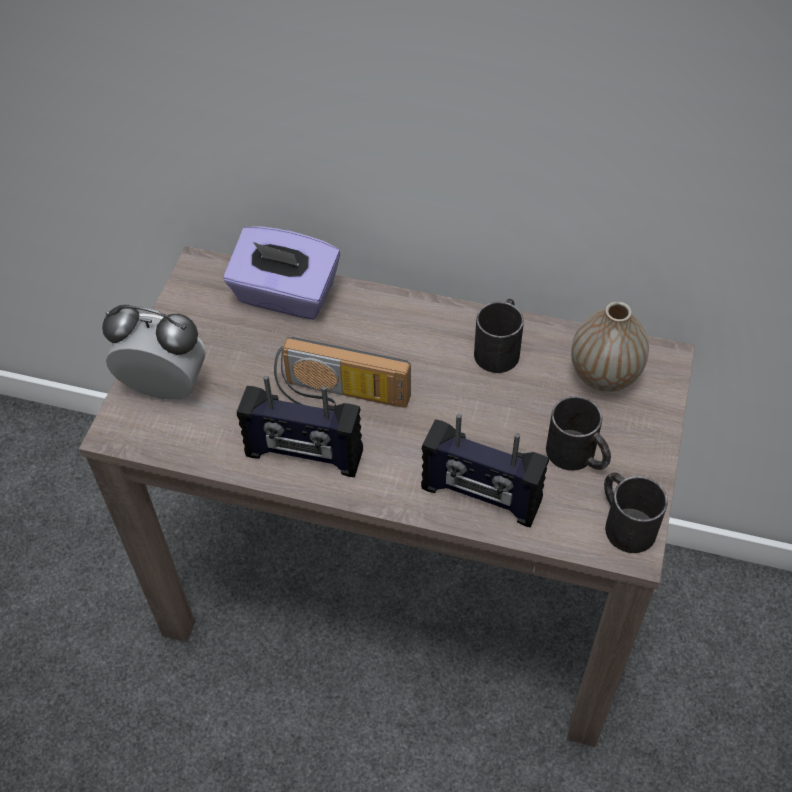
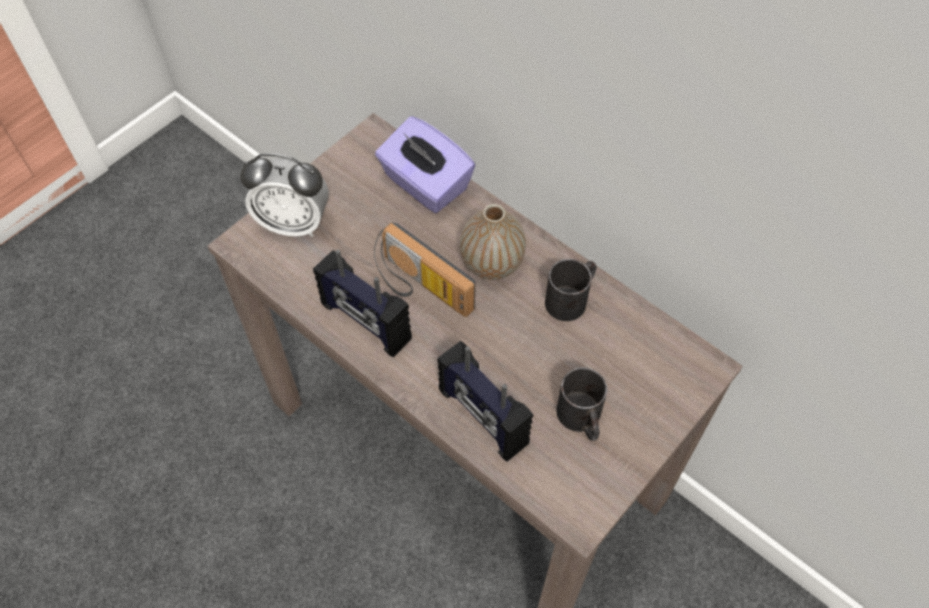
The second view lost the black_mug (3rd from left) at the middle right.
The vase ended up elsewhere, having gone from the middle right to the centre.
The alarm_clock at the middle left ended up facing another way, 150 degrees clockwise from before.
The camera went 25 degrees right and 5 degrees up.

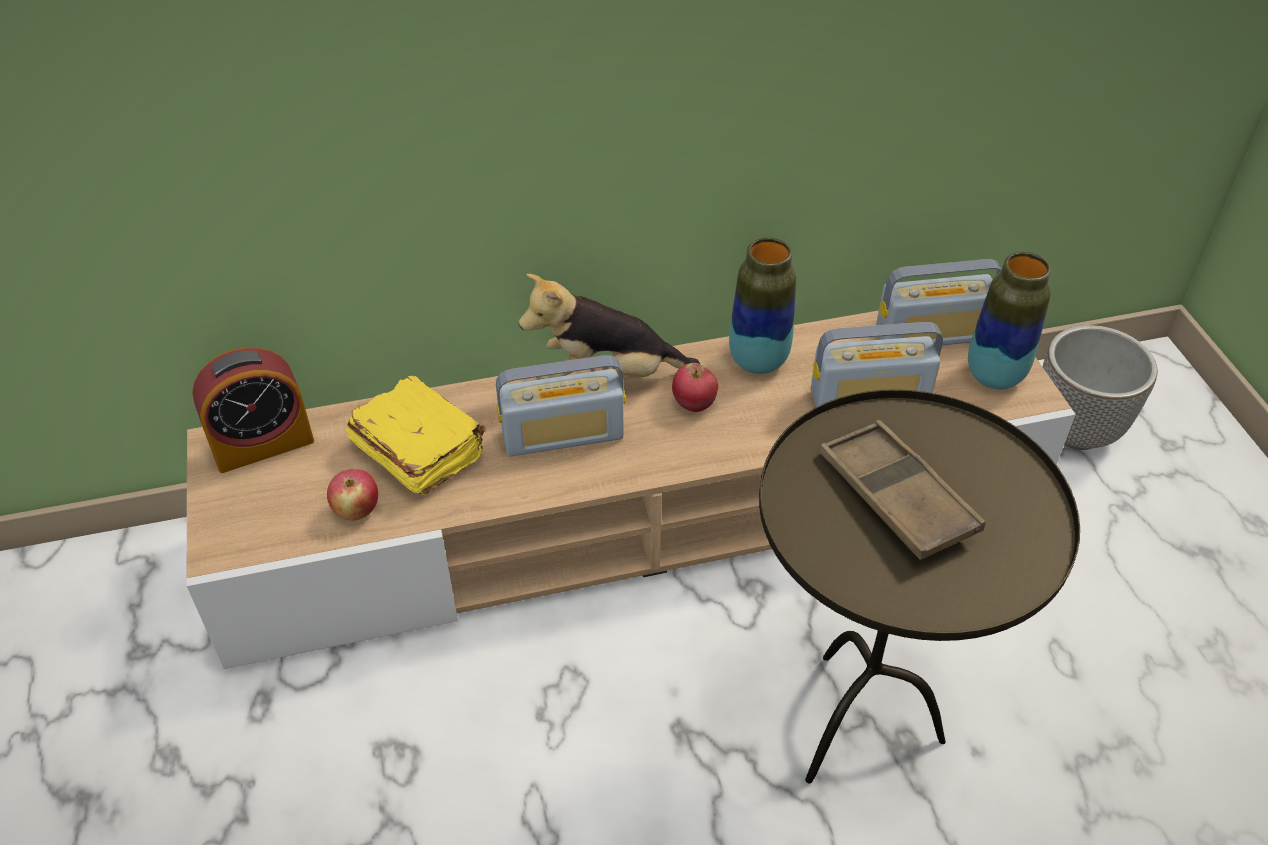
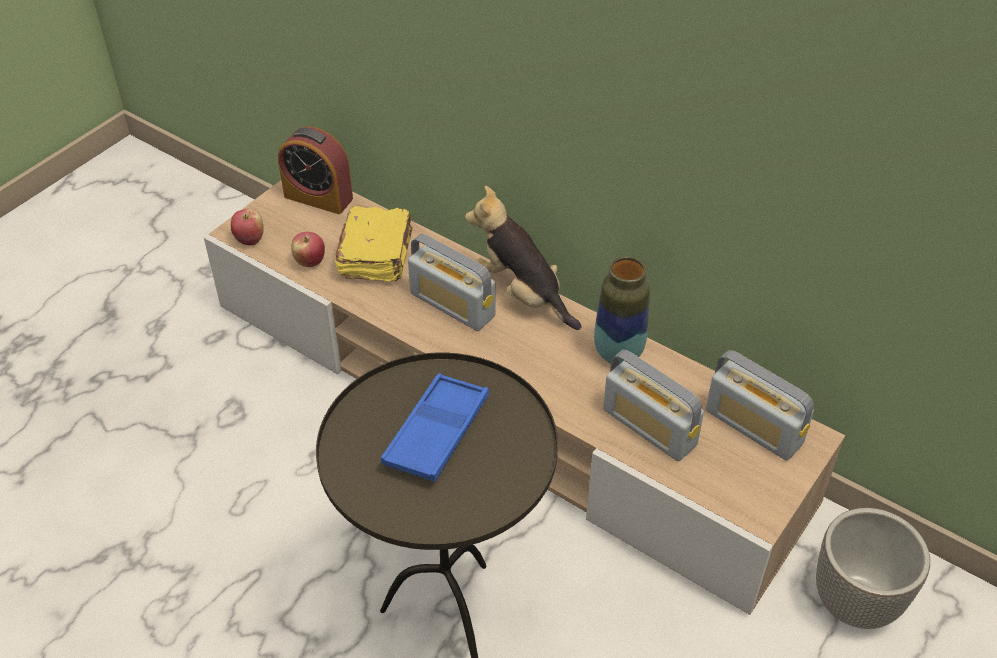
The second view lost the vase (2nd from left) at the middle right.
The apple (2nd from left in the first image) ended up elsewhere, having gone from the centre to the middle left.
What was the brown_tray at the middle right turned into the blue_tray at the centre.
The camera went 50 degrees right and 0 degrees up.

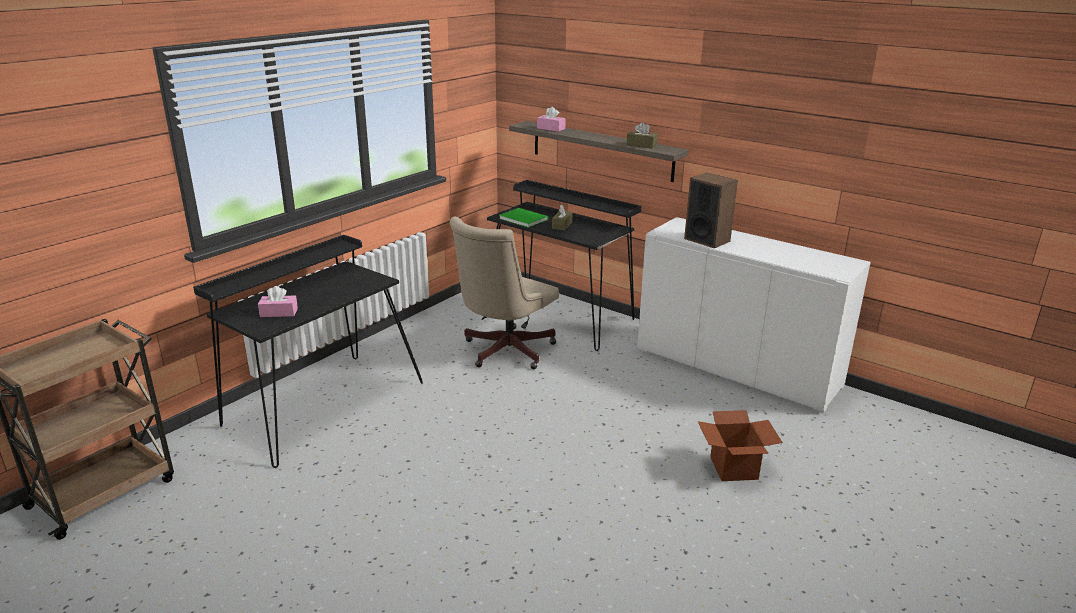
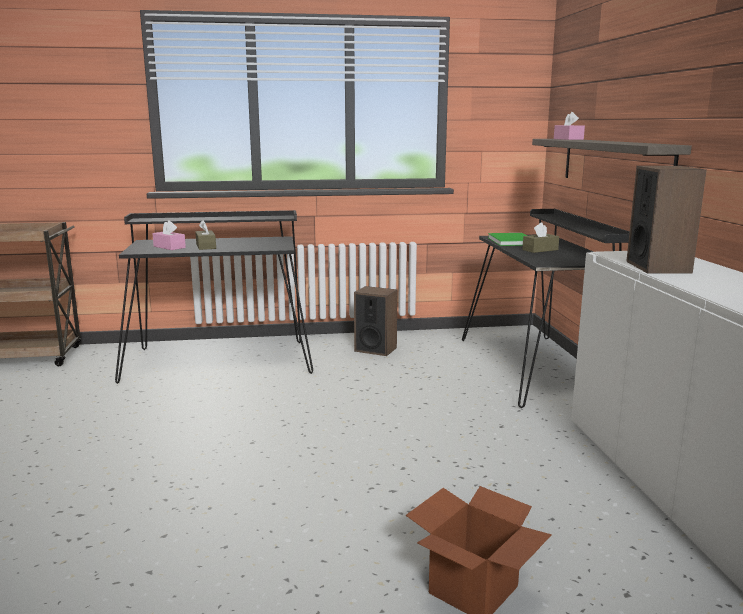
The second view lost the beige_office_chair at the centre.
The second view gained the speaker (1st from left) at the centre.
The brown_tissue_box (2nd from left in the first image) ended up elsewhere, having gone from the top centre to the middle left.
The camera went 45 degrees right and 10 degrees down.

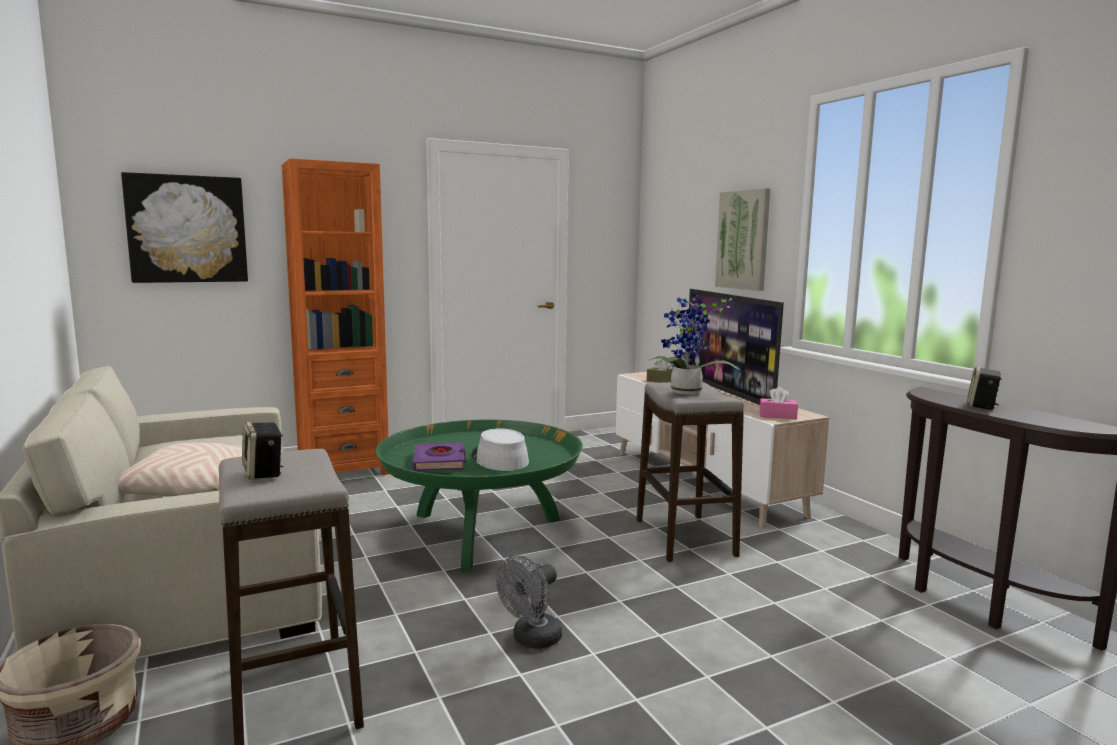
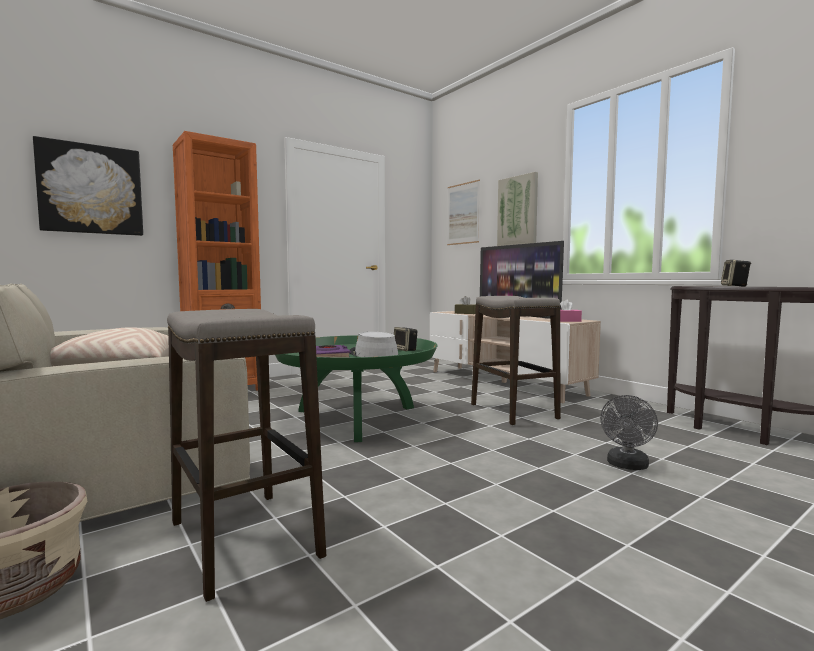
The second view lost the potted_plant at the centre.
The second view gained the picture (2nd from left) at the top centre.
The speaker (1st from left) ended up elsewhere, having gone from the middle left to the centre.
The grey_fan ended up elsewhere, having gone from the bottom centre to the middle right.
The camera went 10 degrees left and 5 degrees down.

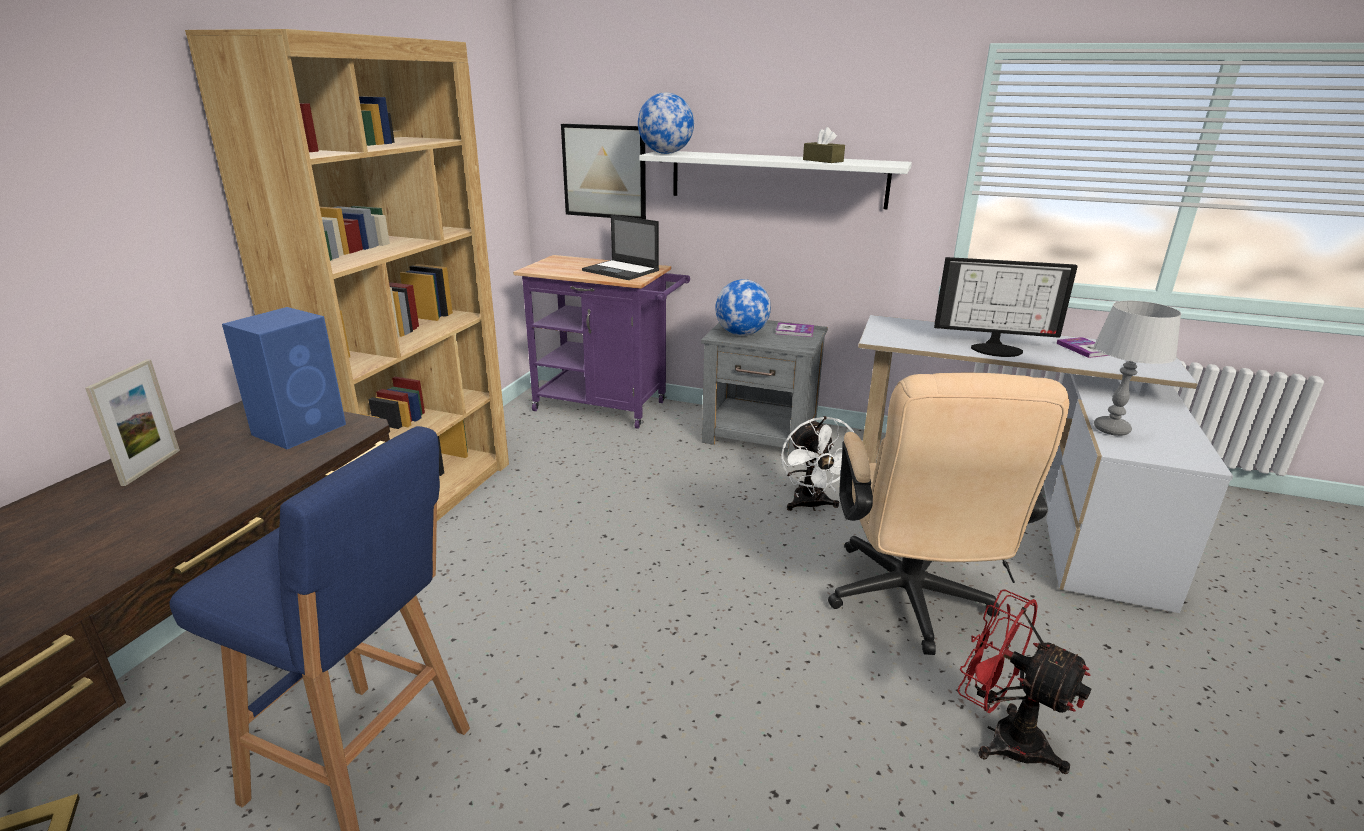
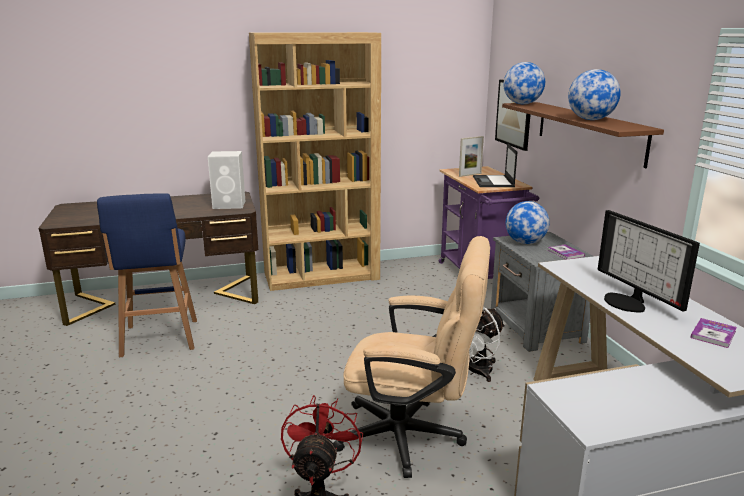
The second view lost the grey_table_lamp at the middle right.
The picture_frame ended up elsewhere, having gone from the middle left to the top centre.
Where the brown_tissue_box stood at the top centre, the globe (3rd from left) came to stand at the top right.
What was the blue_speaker at the middle left turned into the white_speaker at the middle left.
What was the white_shelf at the top centre turned into the brown_shelf at the top right.
The beige_office_chair at the middle right ended up facing another way, 135 degrees counterclockwise from before.
The camera went 55 degrees right and 5 degrees down.

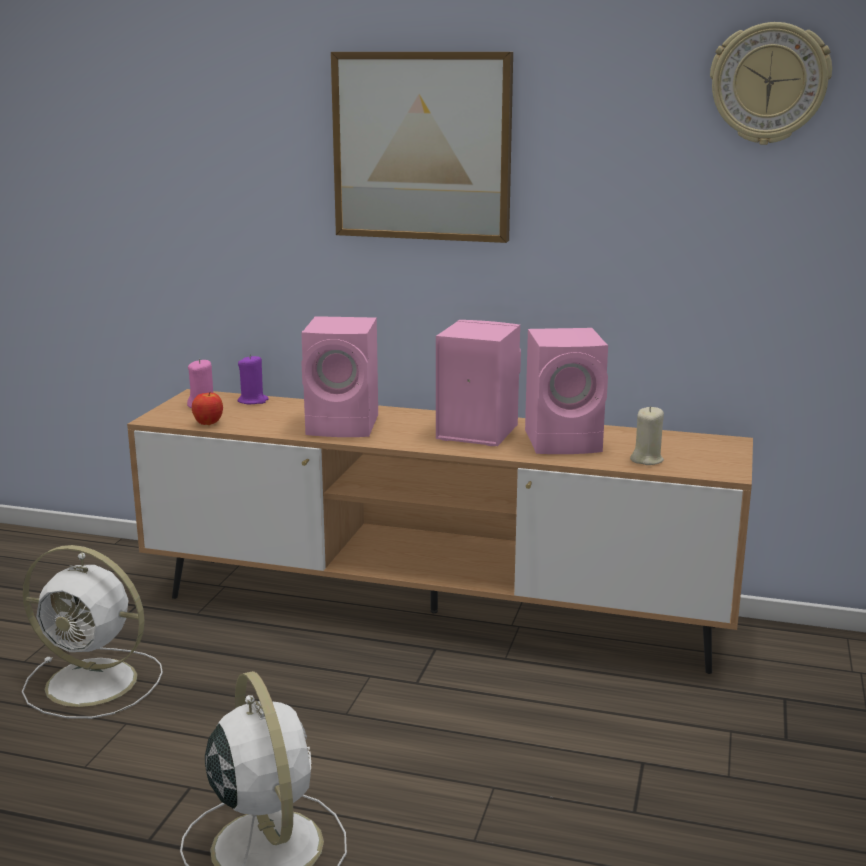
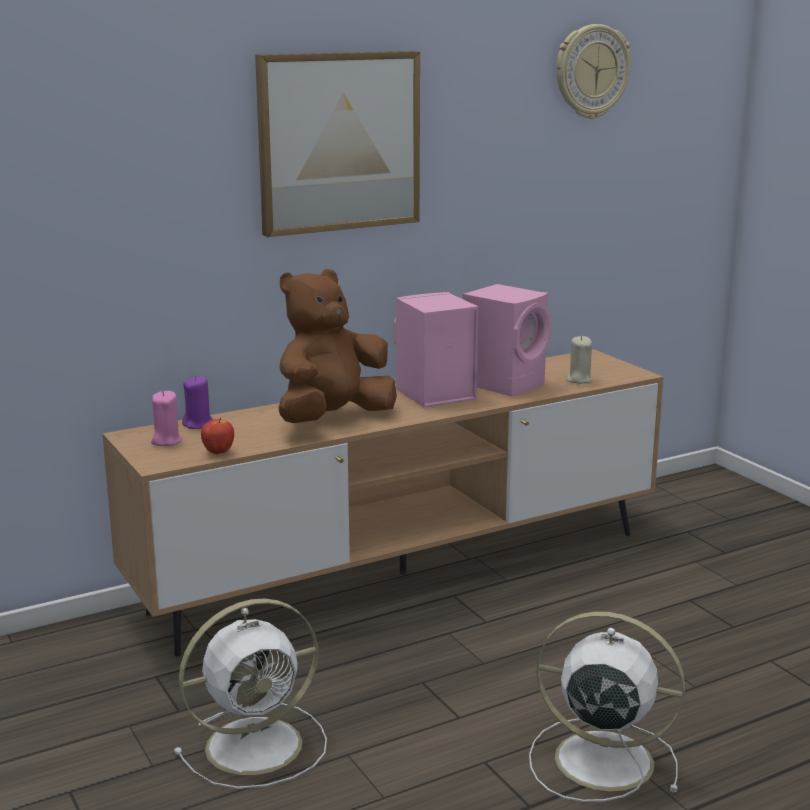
Where the pink_speaker (1st from left) stood at the centre, the brown_plush_toy came to stand at the centre.
The camera went 45 degrees left and 0 degrees up.

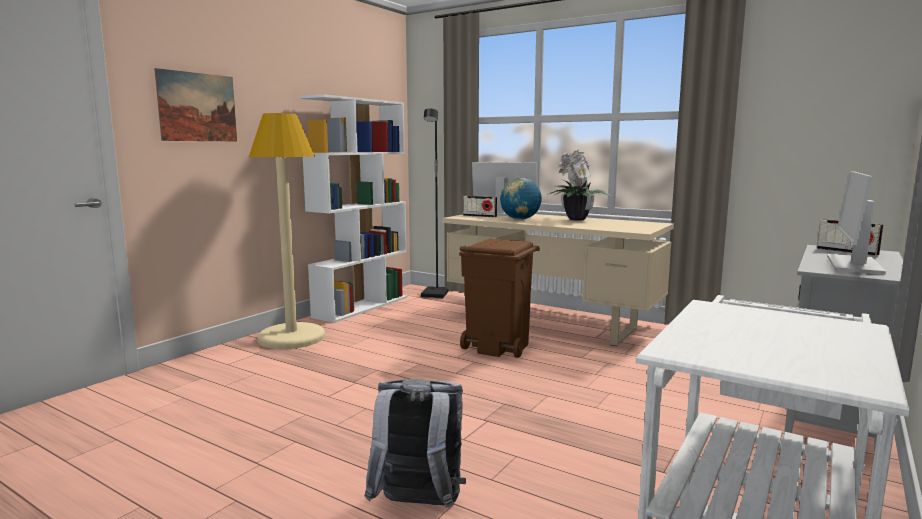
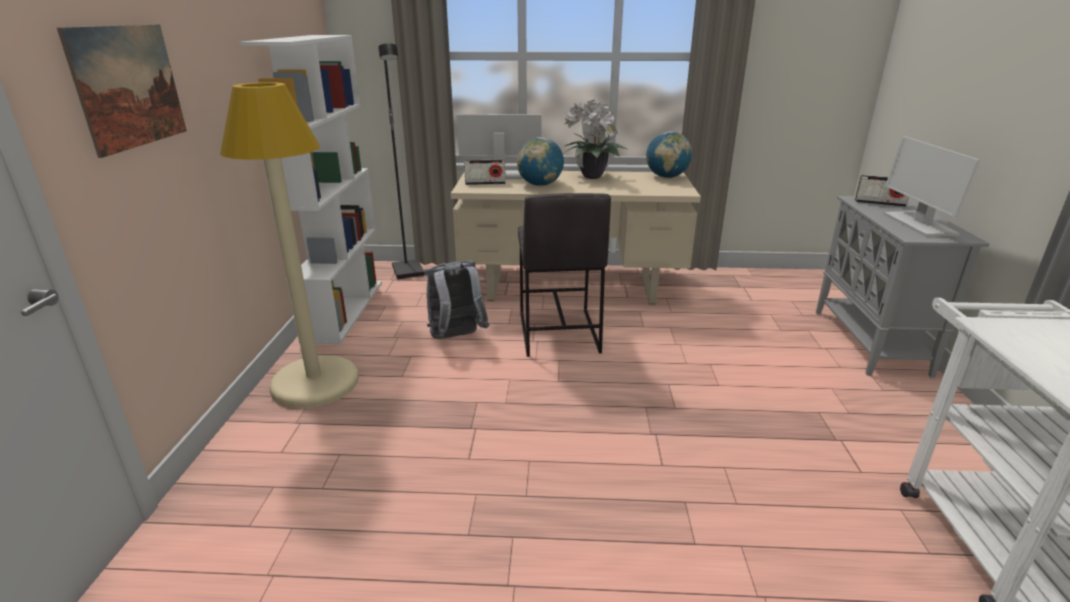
The second view gained the globe (2nd from left) at the top centre.
The grey_backpack ended up elsewhere, having gone from the bottom centre to the centre.
Where the brown_trash_can stood at the centre, the grey_stool came to stand at the centre.
The camera went 30 degrees left and 15 degrees up.

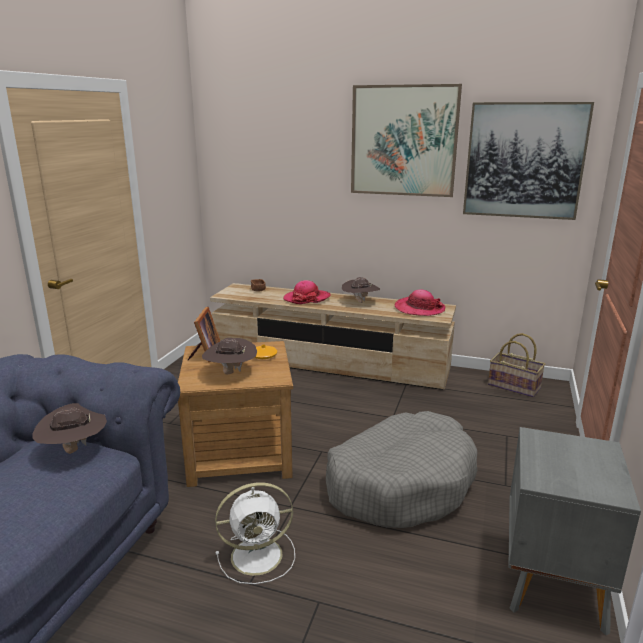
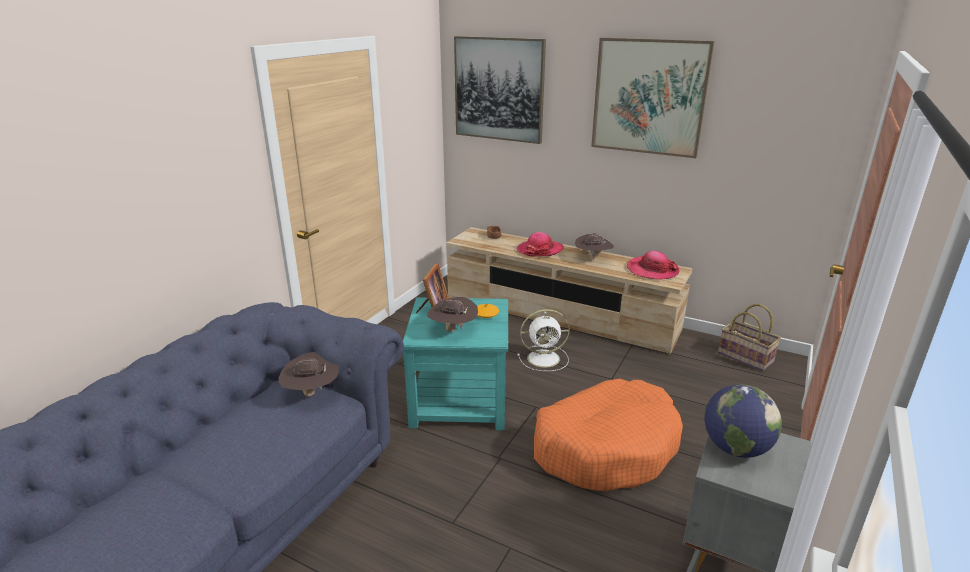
The second view gained the globe at the bottom right.
The white_fan ended up elsewhere, having gone from the bottom centre to the centre.
The picture (2nd from left in the first image) ended up elsewhere, having gone from the top right to the top centre.
What was the brown_side_table at the centre turned into the turquoise_side_table at the centre.
What was the grey_dog_bed at the bottom centre turned into the orange_dog_bed at the bottom centre.
The camera went 10 degrees right and 5 degrees up.

